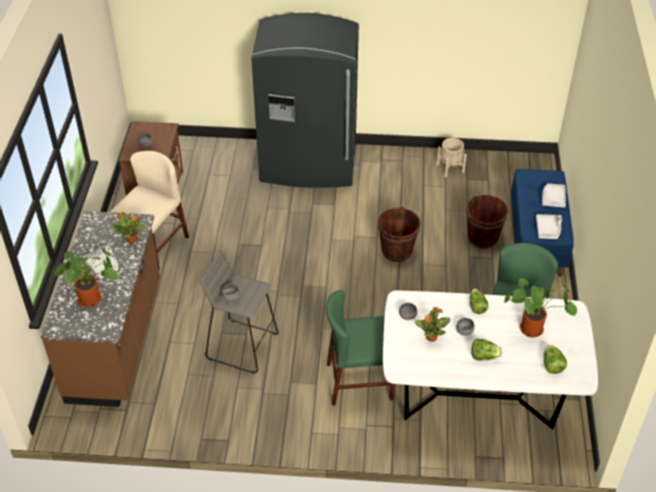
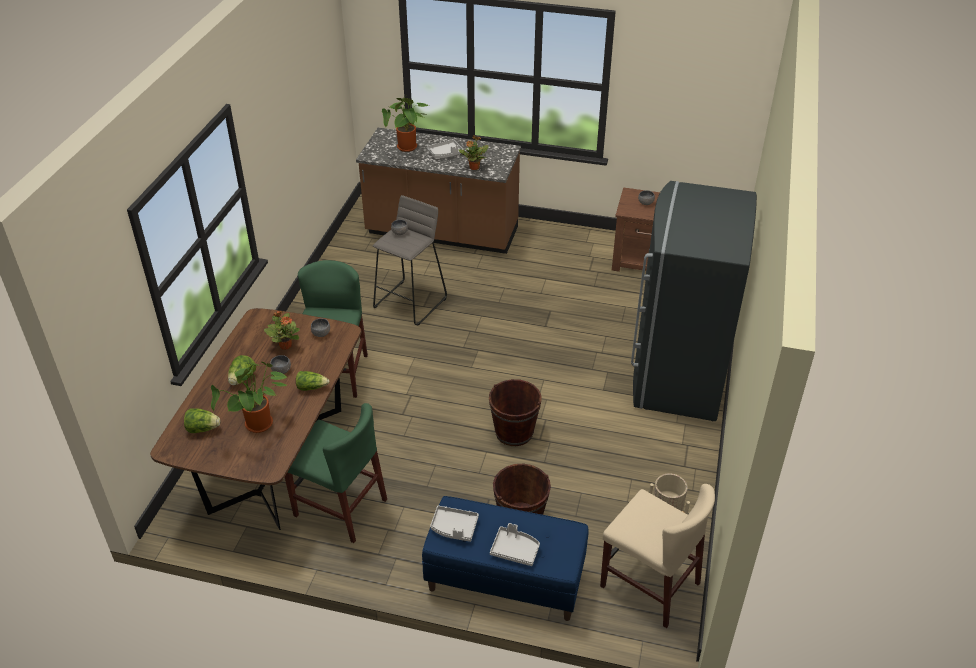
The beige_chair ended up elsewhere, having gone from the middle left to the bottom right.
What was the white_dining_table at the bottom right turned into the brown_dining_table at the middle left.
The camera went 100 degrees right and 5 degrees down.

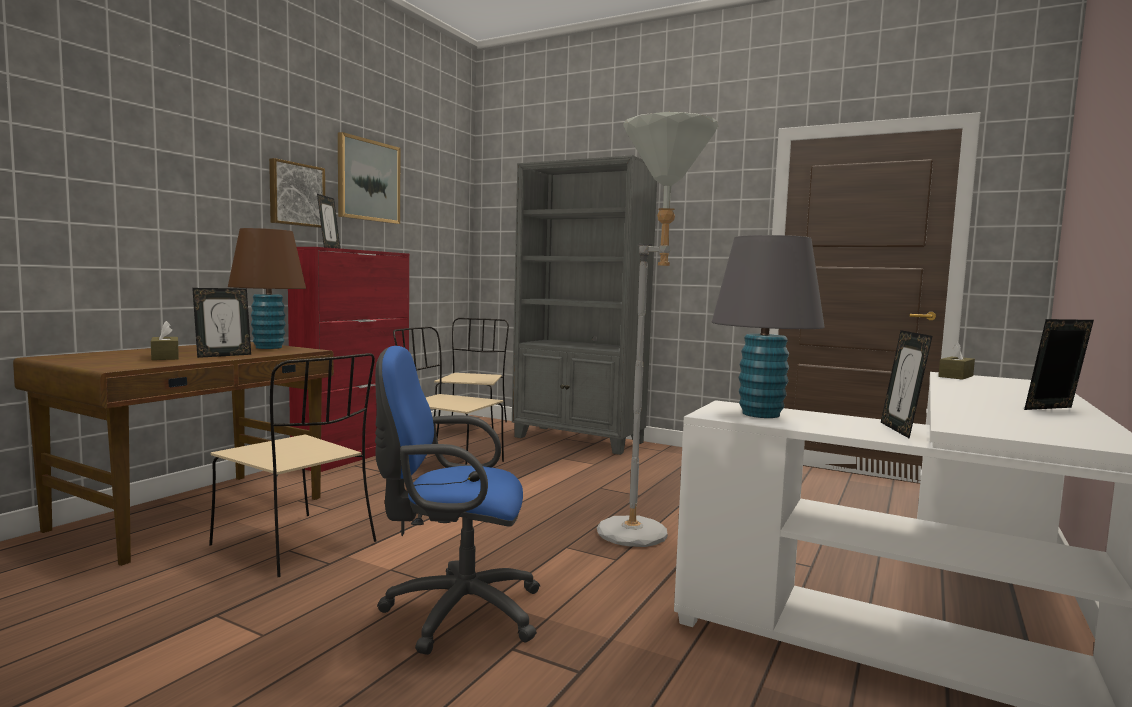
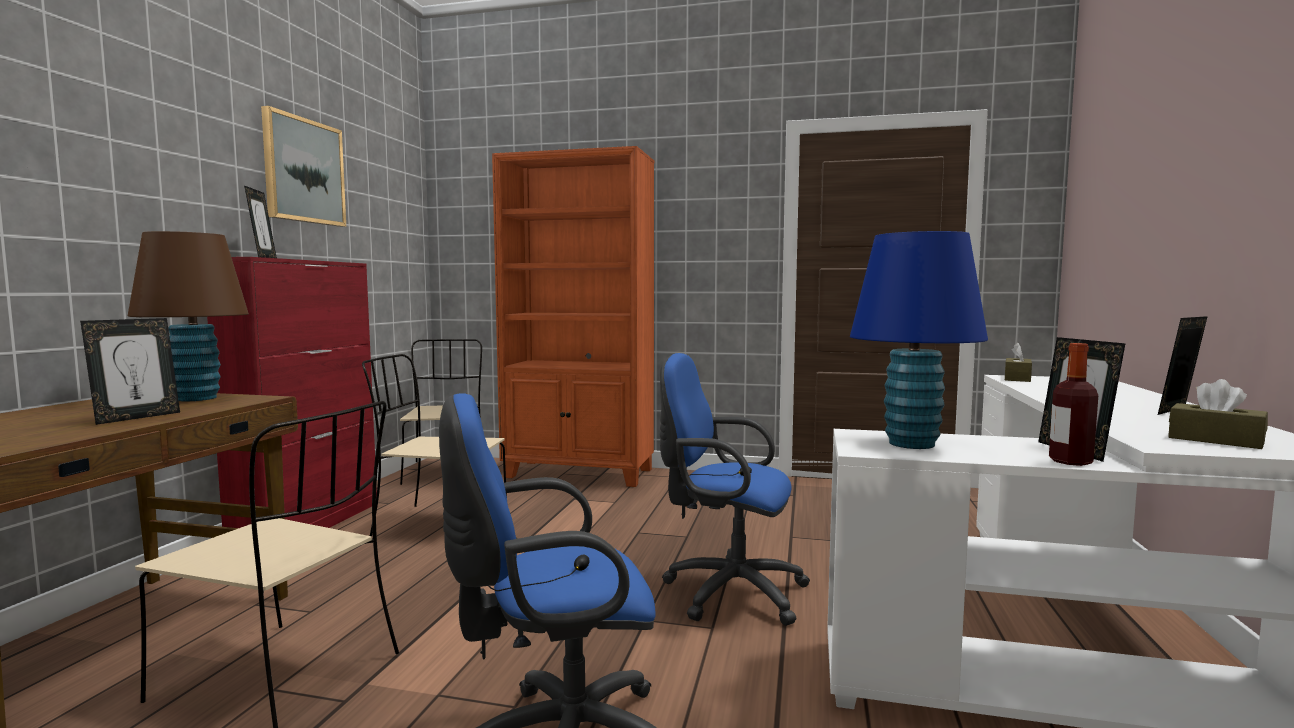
The second view lost the picture (1st from left) at the top left.
The second view gained the bottle at the middle right.
The brown_tissue_box (1st from left in the first image) ended up elsewhere, having gone from the middle left to the middle right.
Where the grey_floor_lamp stood at the centre, the blue_office_chair (2nd from left) came to stand at the bottom centre.
What was the grey_bookcase at the centre turned into the orange_bookcase at the centre.
What was the grey_table_lamp at the middle right turned into the blue_table_lamp at the middle right.
The camera went 15 degrees left and 0 degrees up.

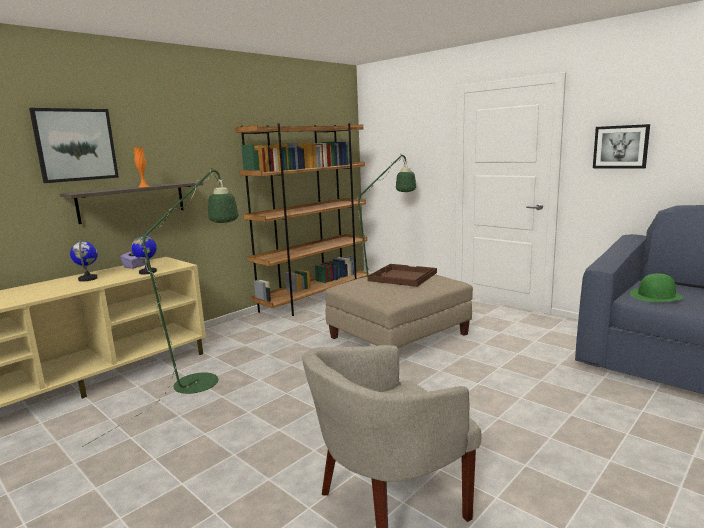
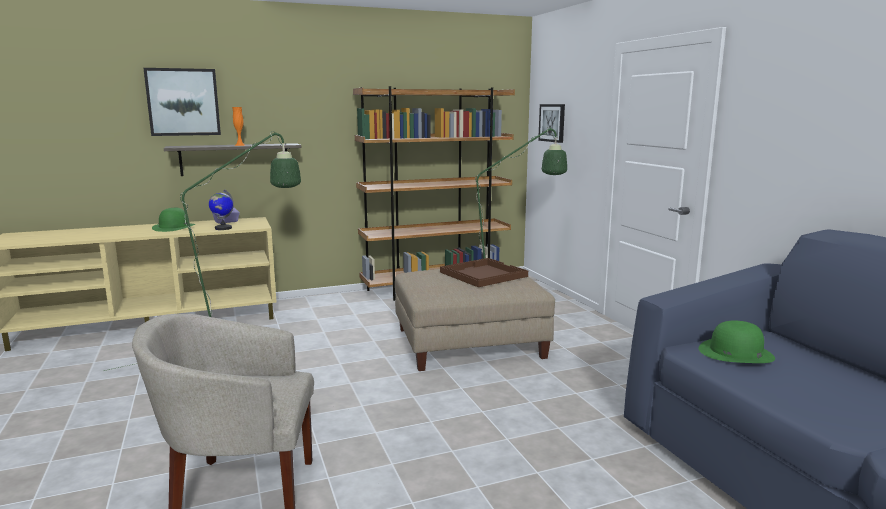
The picture (2nd from left) ended up elsewhere, having gone from the top right to the top centre.
Where the globe (1st from left) stood at the middle left, the green_hat (1st from left) came to stand at the middle left.
The camera went 25 degrees right and 0 degrees up.

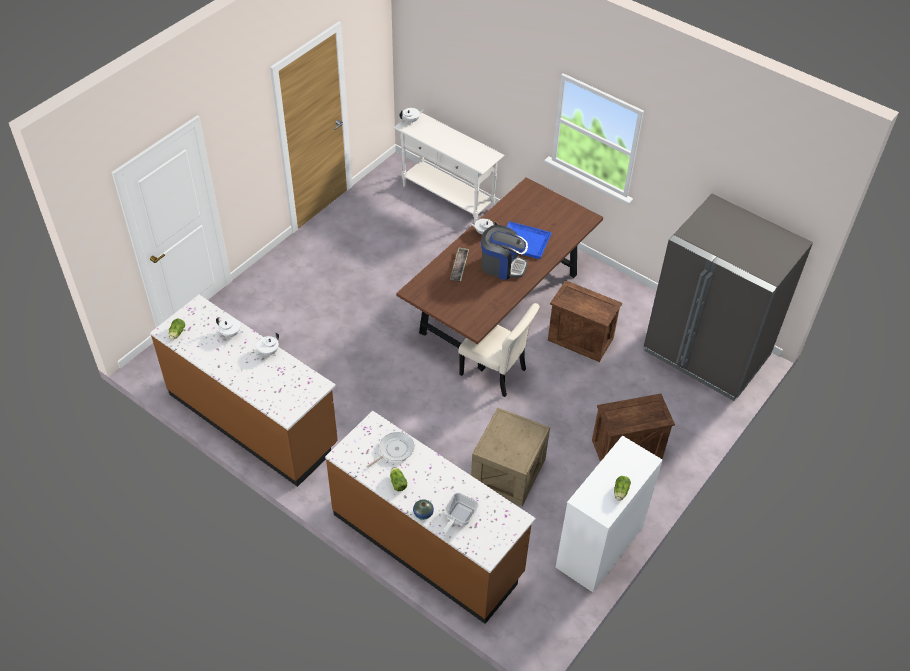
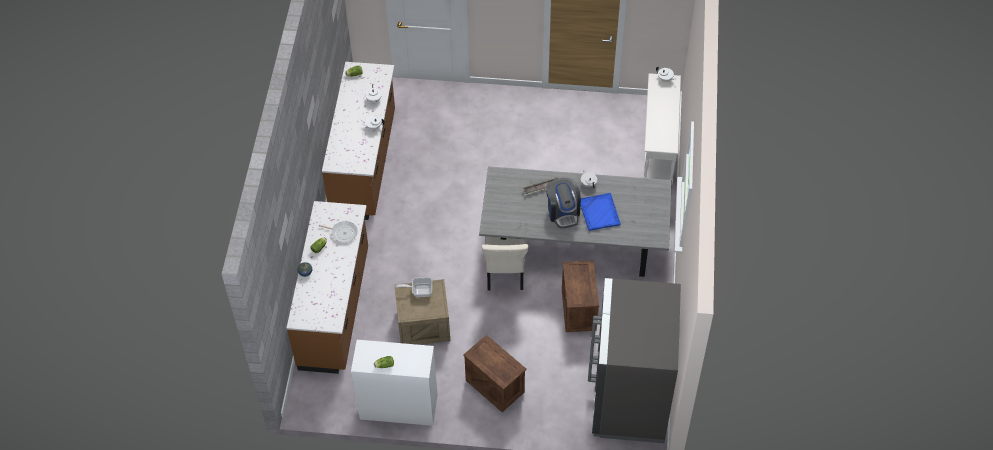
The frying_pan (2nd from left) ended up elsewhere, having gone from the bottom centre to the centre.
What was the brown_dining_table at the centre turned into the grey_dining_table at the centre.
The camera went 60 degrees right and 5 degrees up.

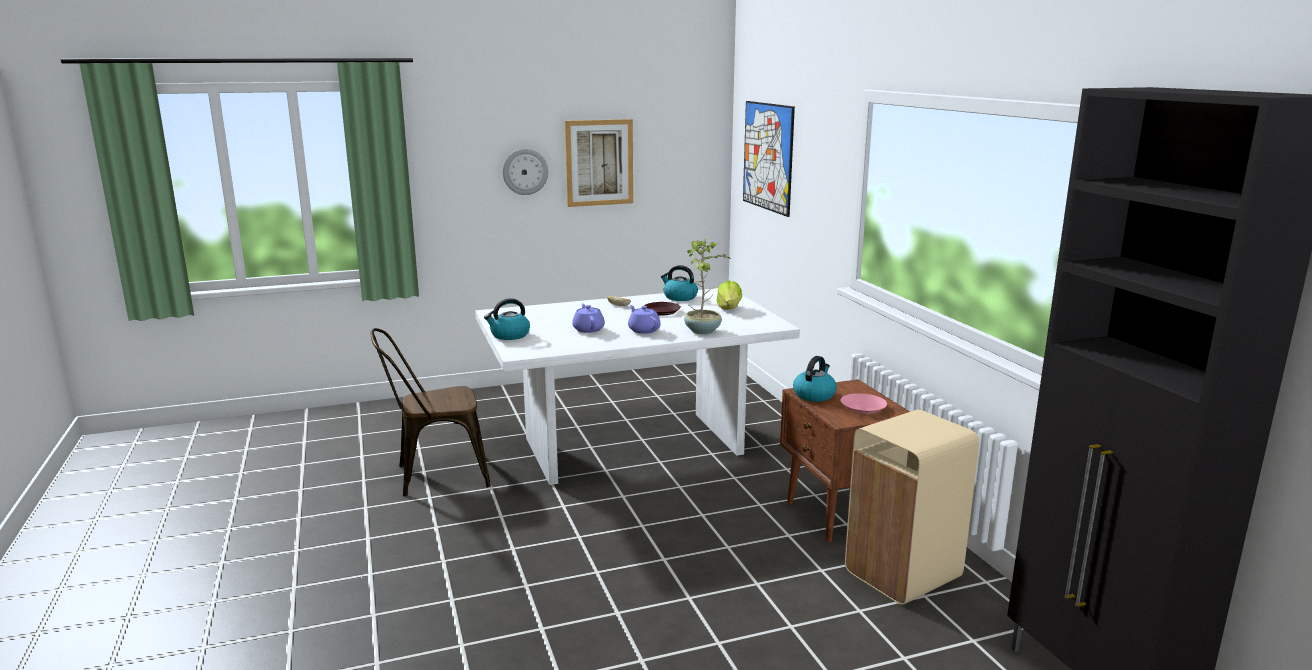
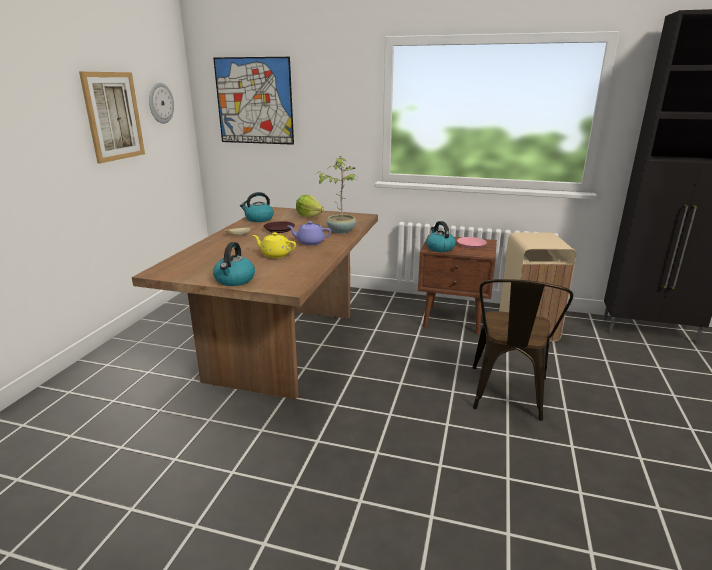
The brown_chair ended up elsewhere, having gone from the middle left to the middle right.
The wall_clock ended up elsewhere, having gone from the top centre to the top left.
What was the white_dining_table at the centre turned into the brown_dining_table at the centre.
What was the purple_teapot (1st from left) at the centre turned into the yellow_teapot at the centre.
The camera went 55 degrees left and 5 degrees up.

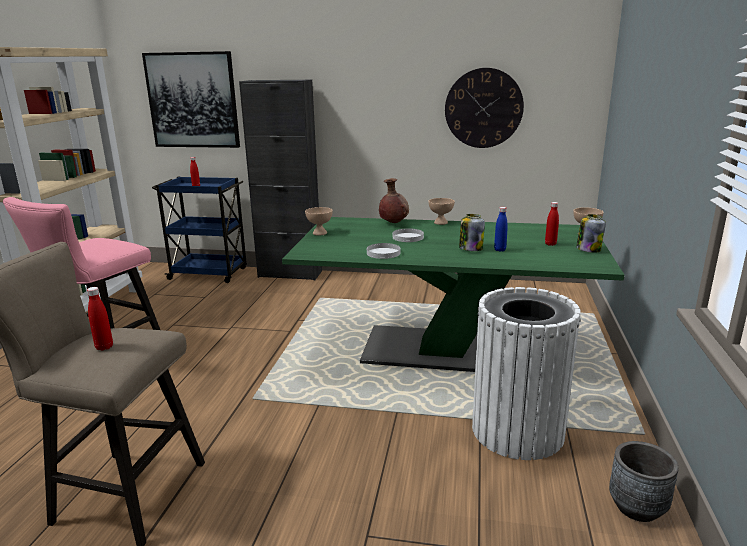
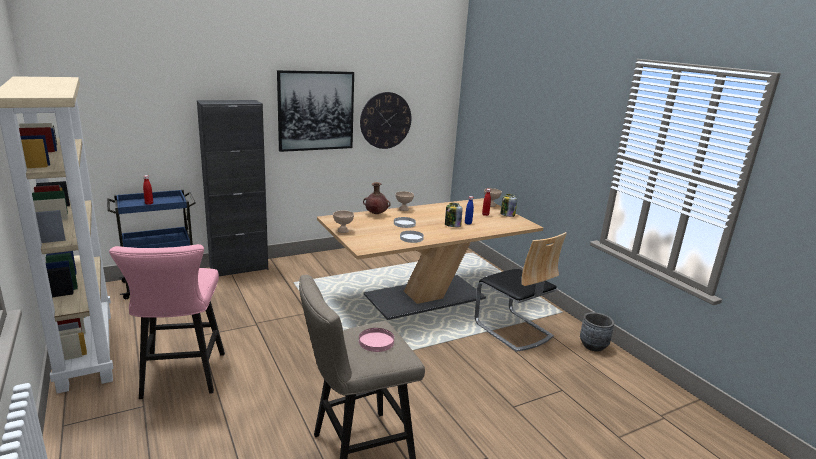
The picture ended up elsewhere, having gone from the top left to the top centre.
Where the red_bottle (1st from left) stood at the middle left, the pink_plate came to stand at the bottom centre.
Where the white_trash_can stood at the bottom right, the chair came to stand at the centre.
What was the green_dining_table at the centre turned into the beige_dining_table at the centre.
The camera went 40 degrees left and 0 degrees up.

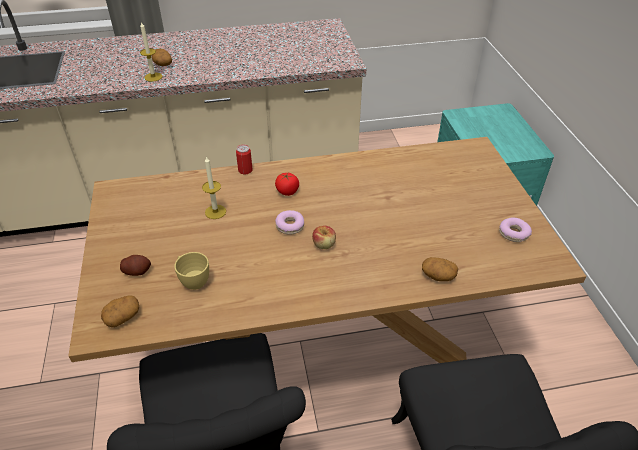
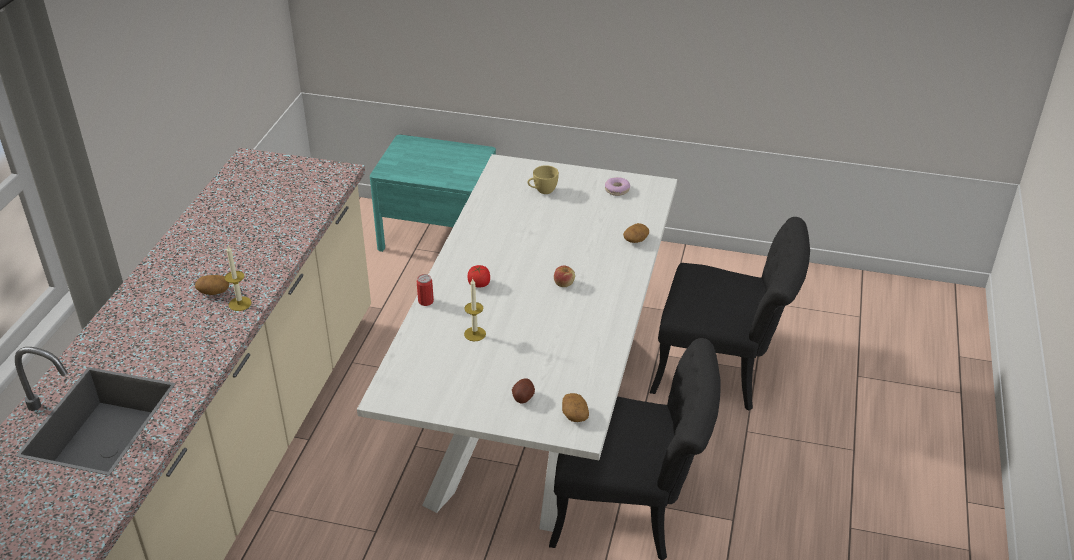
The second view lost the donut (1st from left) at the centre.
The yellow_cup ended up elsewhere, having gone from the middle left to the top centre.
What was the brown_dining_table at the centre turned into the white_dining_table at the centre.
The camera went 65 degrees left and 5 degrees down.

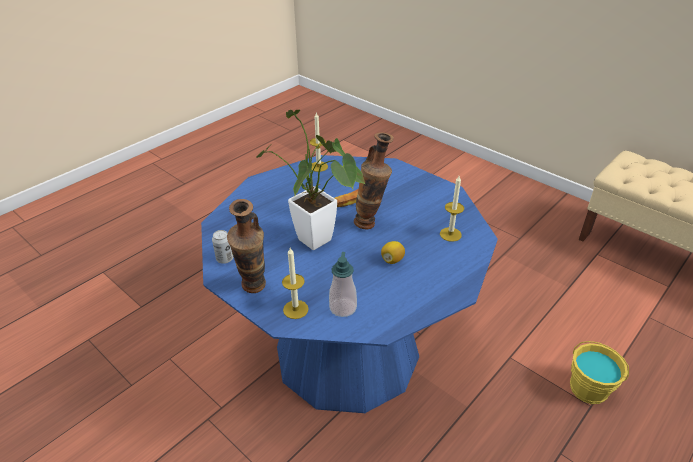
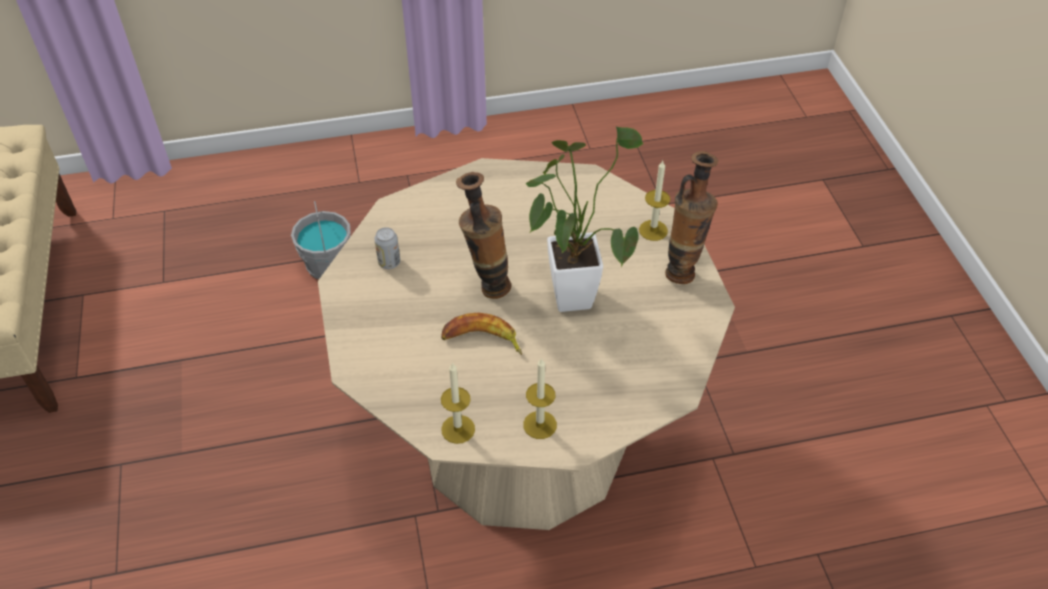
The second view lost the soap_dispenser at the centre.
The second view lost the lemon at the centre.
The can ended up elsewhere, having gone from the middle left to the centre.
The candle (3rd from left in the first image) ended up elsewhere, having gone from the centre to the bottom centre.
What was the blue_dining_table at the centre turned into the beige_dining_table at the centre.
What was the yellow_bucket at the bottom right turned into the grey_bucket at the middle left.
The camera went 145 degrees left and 10 degrees up.

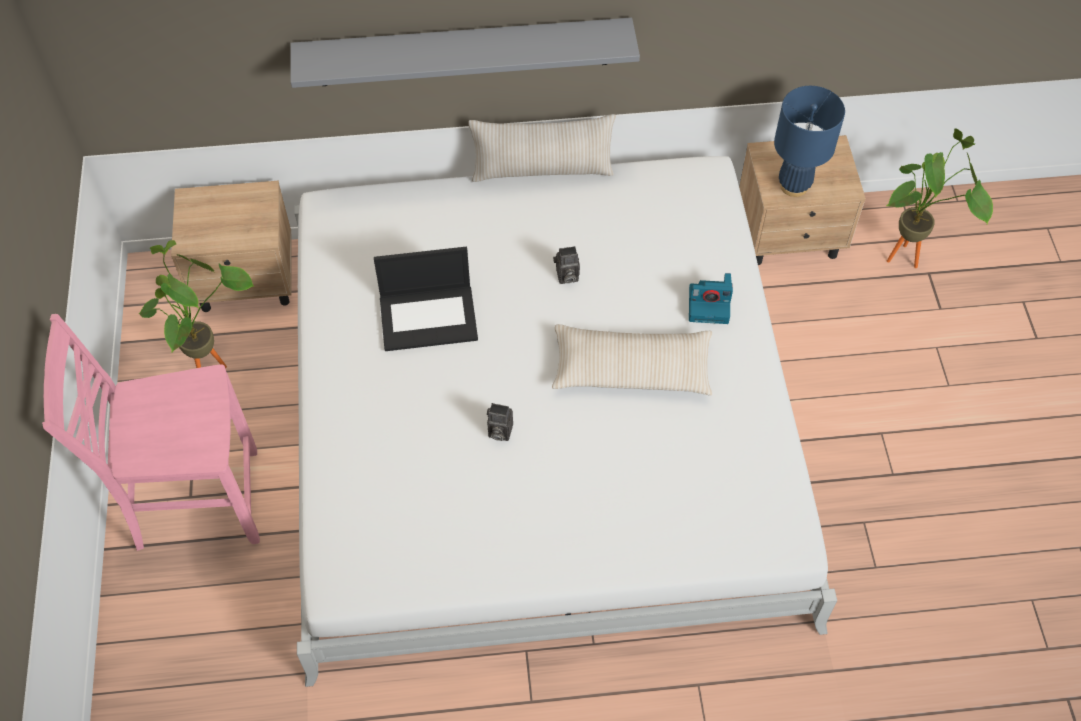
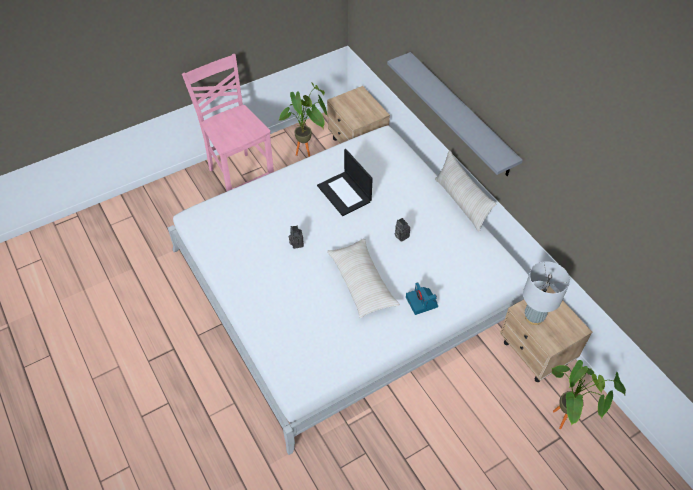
What was the blue_table_lamp at the top right turned into the grey_table_lamp at the middle right.
The camera went 65 degrees right and 5 degrees down.

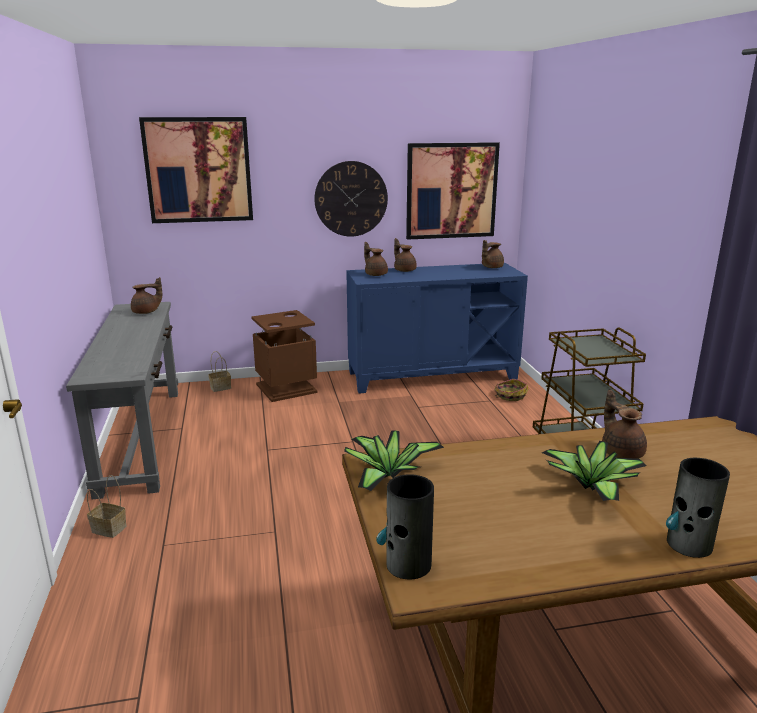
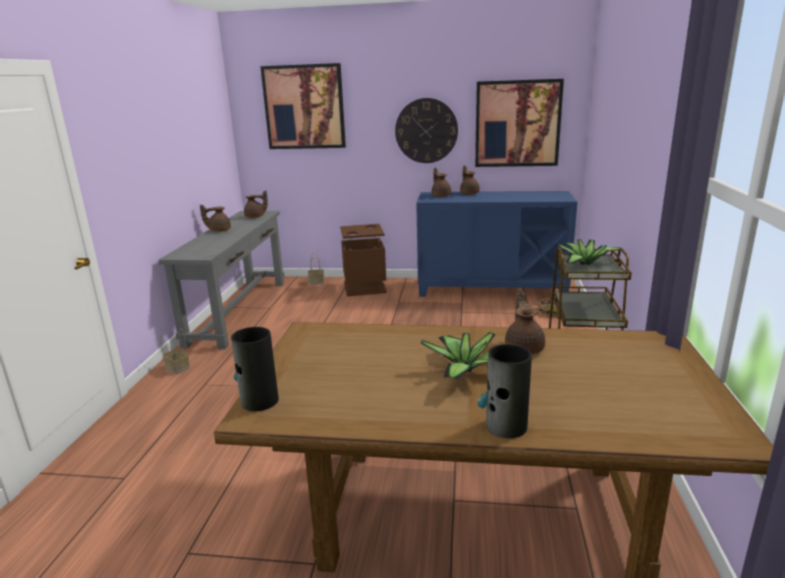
The potted_plant (1st from left in the first image) ended up elsewhere, having gone from the centre to the middle right.
The brown_teapot (4th from left in the first image) ended up elsewhere, having gone from the centre to the middle left.
The camera went 20 degrees right and 0 degrees up.

